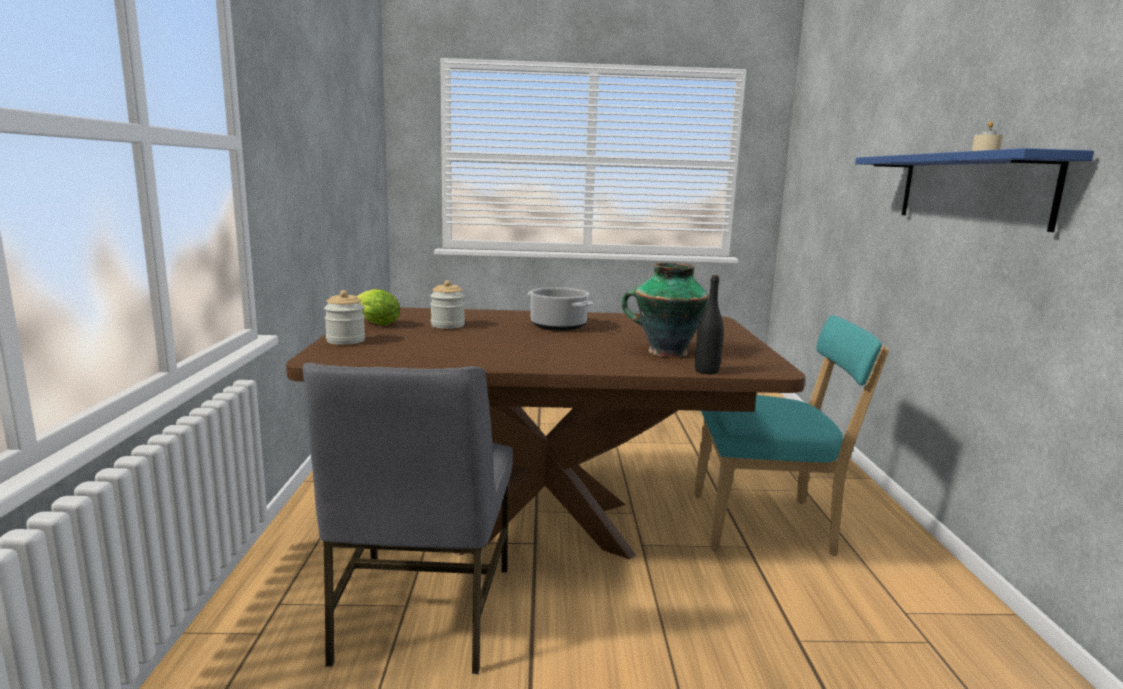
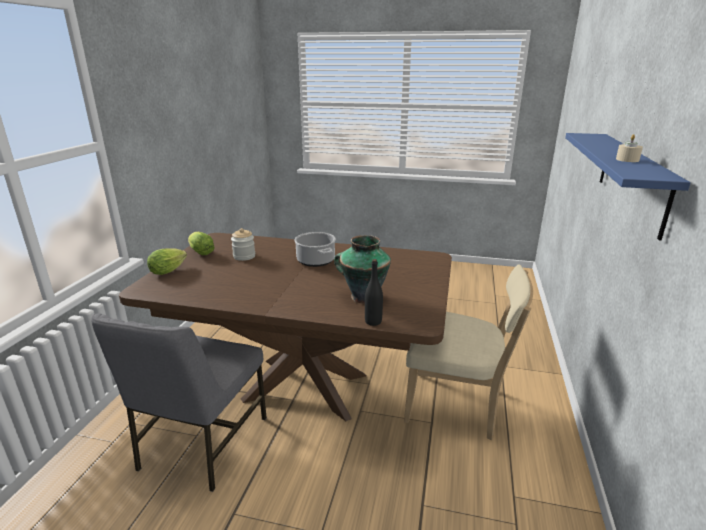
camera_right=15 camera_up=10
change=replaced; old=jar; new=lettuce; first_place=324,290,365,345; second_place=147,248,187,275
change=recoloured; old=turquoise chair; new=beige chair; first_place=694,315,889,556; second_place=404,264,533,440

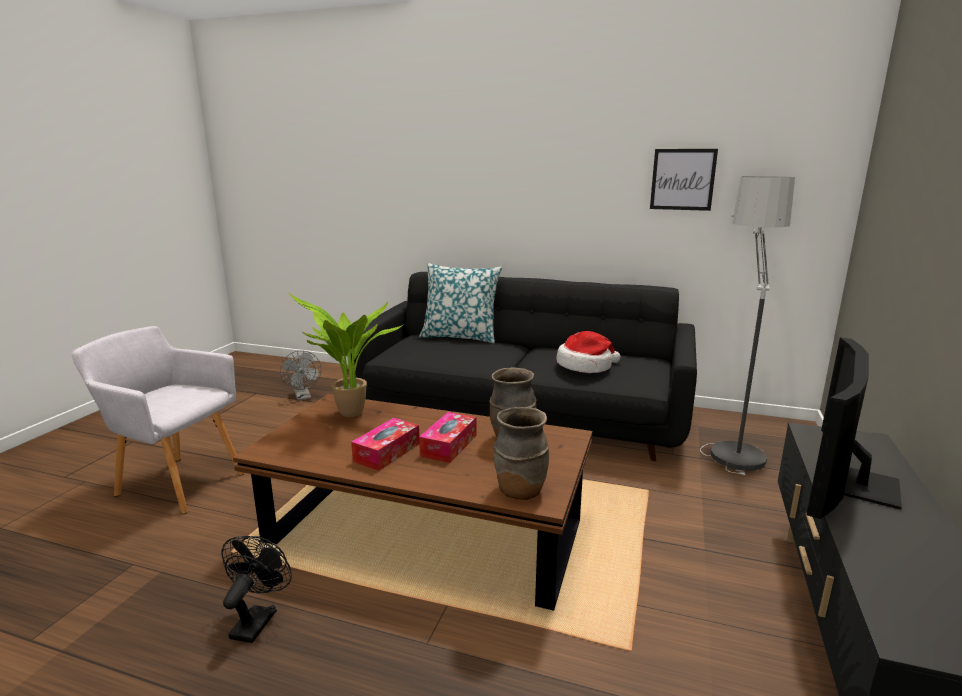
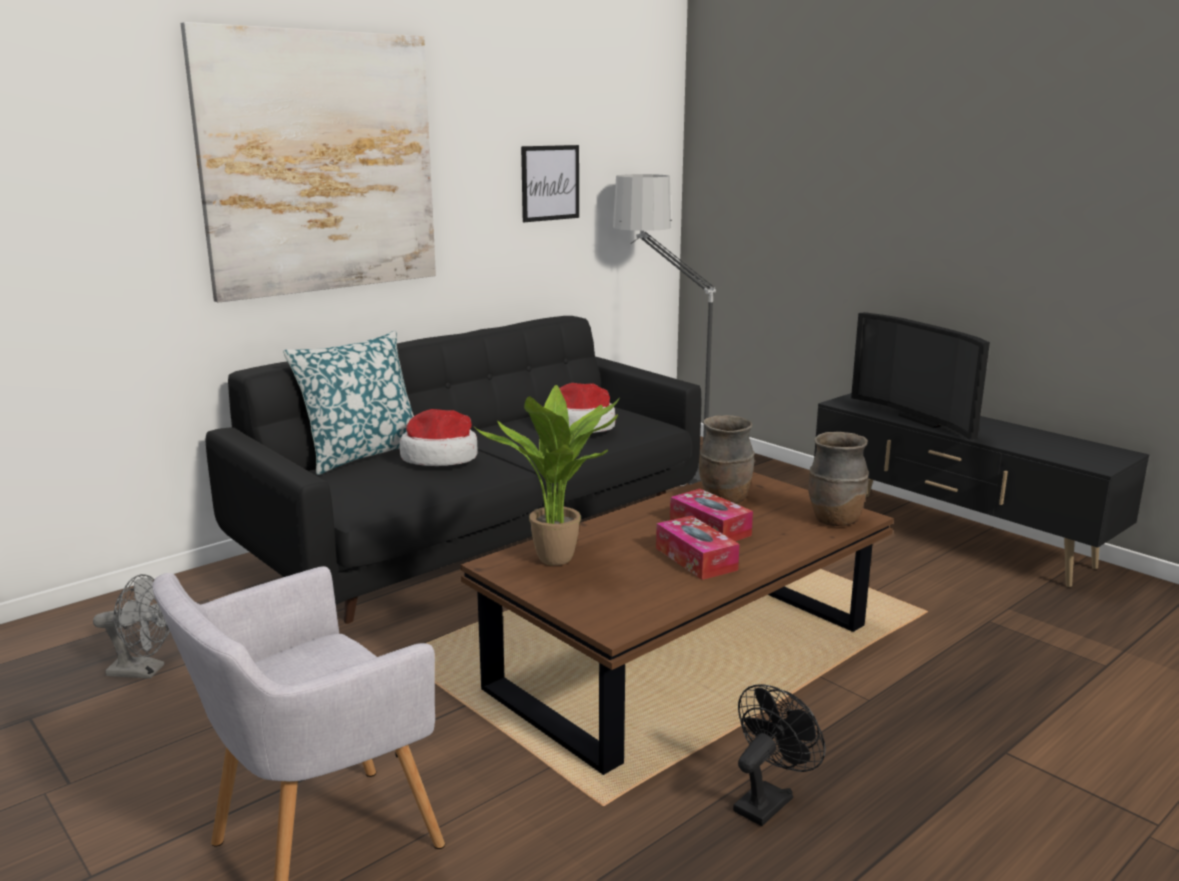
camera_right=-60 camera_up=0
change=turned; old=black fan; first_place=221,536,292,643; second_place=733,684,826,826; degrees=90
change=added; new=picture; second_place=180,22,436,303
change=added; new=hat; second_place=399,409,478,466

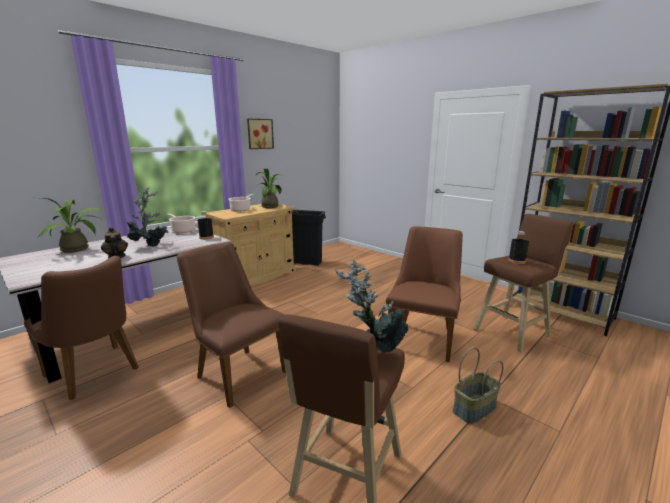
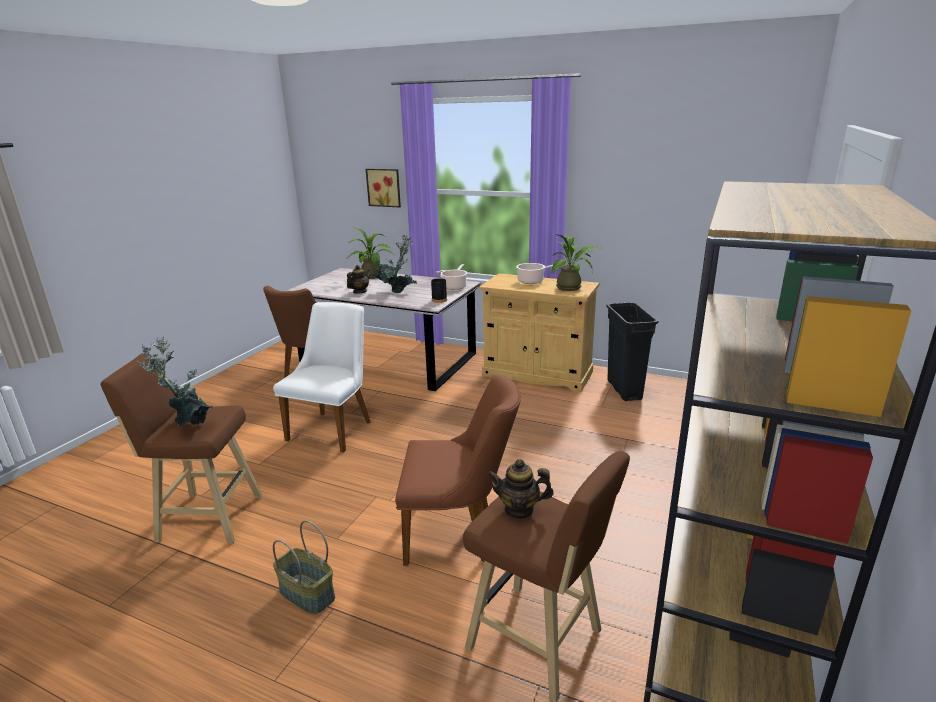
camera_right=70 camera_up=5
change=moved; old=picture; first_place=247,119,274,149; second_place=366,169,401,207
change=replaced; old=black bottle; new=teapot; first_place=508,231,529,264; second_place=487,459,554,519
change=recoloured; old=brown chair; new=white chair; first_place=177,242,286,408; second_place=273,302,371,452

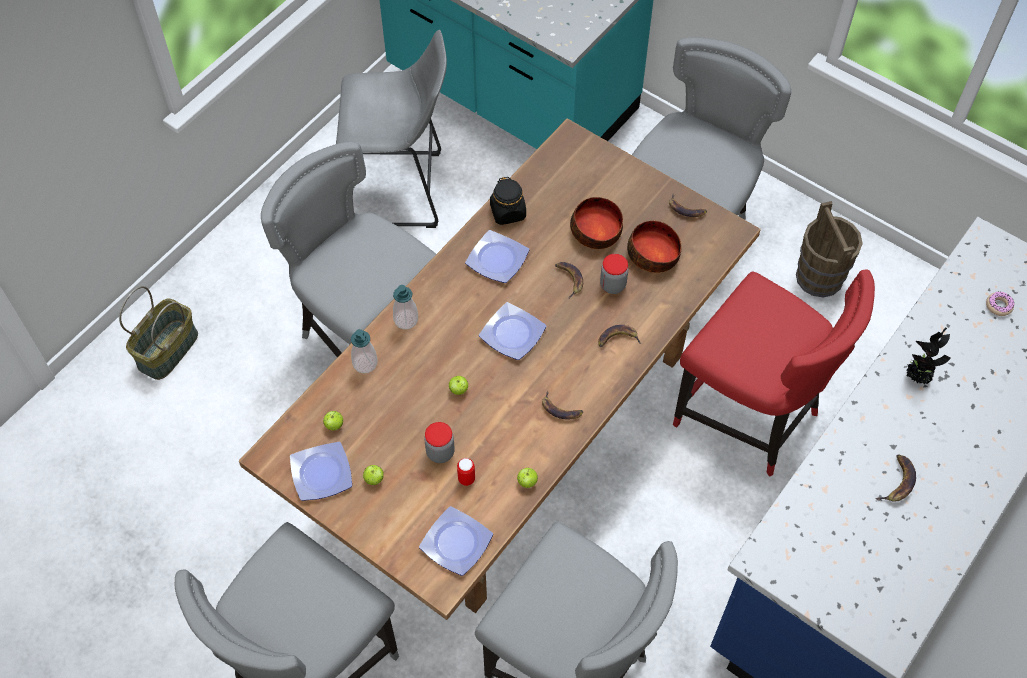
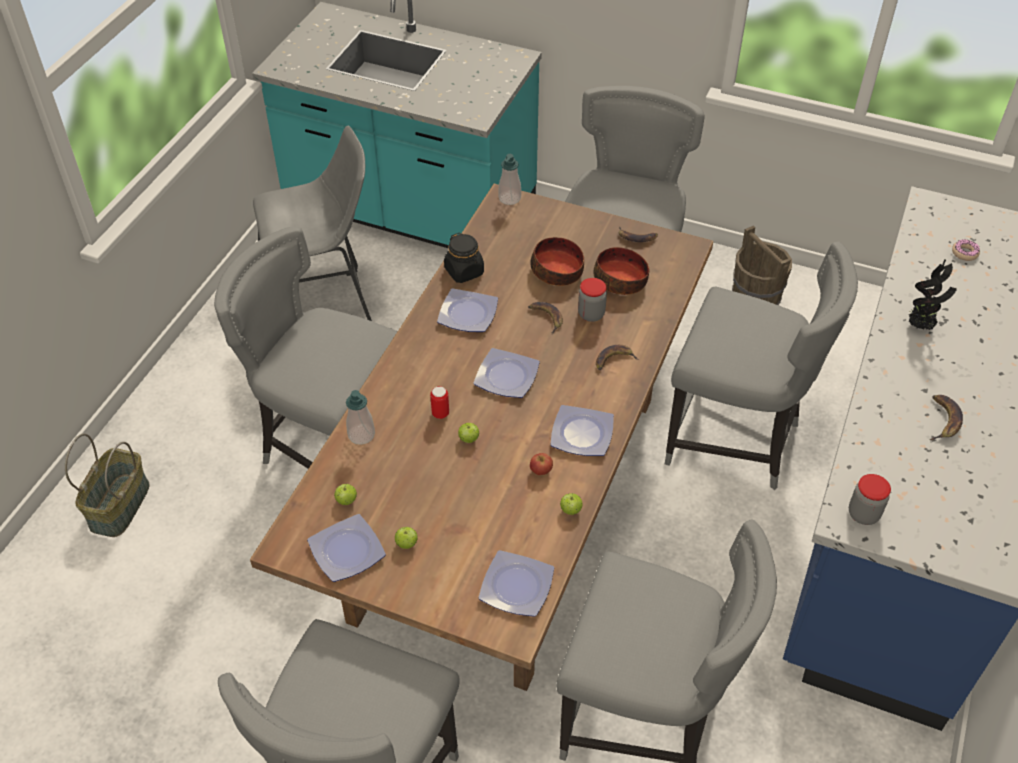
camera_right=-15 camera_up=-10
change=recoloured; old=red chair; new=grey chair; first_place=673,269,875,477; second_place=665,242,858,490
change=moved; old=soap dispenser; first_place=393,285,418,329; second_place=498,154,521,205
change=replaced; old=banana; new=plate; first_place=542,390,583,419; second_place=551,405,614,456
change=moved; old=jar; first_place=424,422,455,463; second_place=849,474,891,525
change=moved; old=can; first_place=457,458,475,486; second_place=430,386,449,419
change=added; new=apple; second_place=530,453,553,475

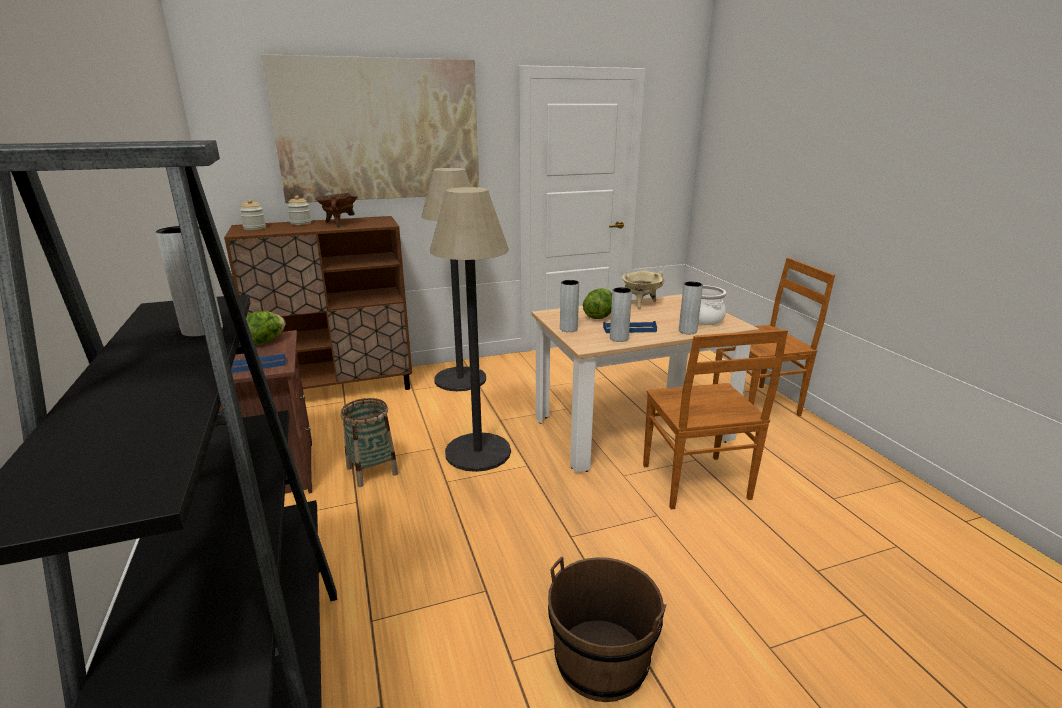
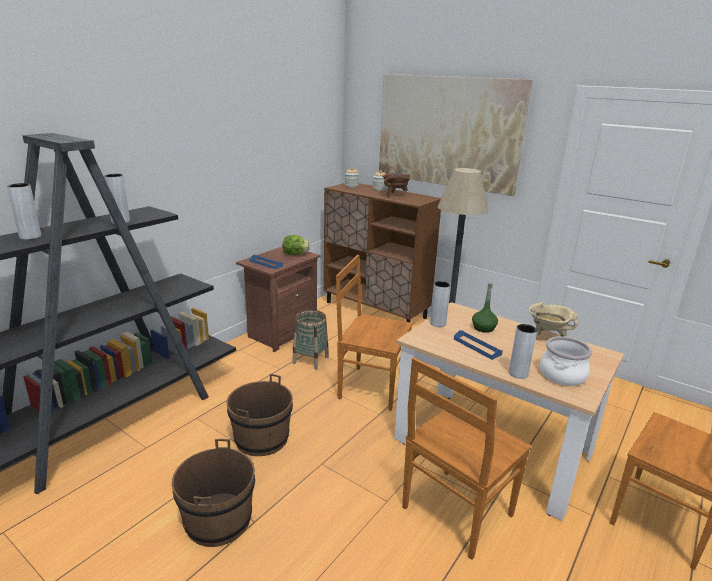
camera_right=55 camera_up=0
change=replaced; old=floor lamp; new=brown chair; first_place=430,187,511,472; second_place=336,255,413,411
change=moved; old=grey vase; first_place=610,287,632,342; second_place=7,183,41,240
change=replaced; old=lettuce; new=green bottle; first_place=583,288,612,319; second_place=472,283,498,333
change=added; new=brown bucket; second_place=226,374,293,456

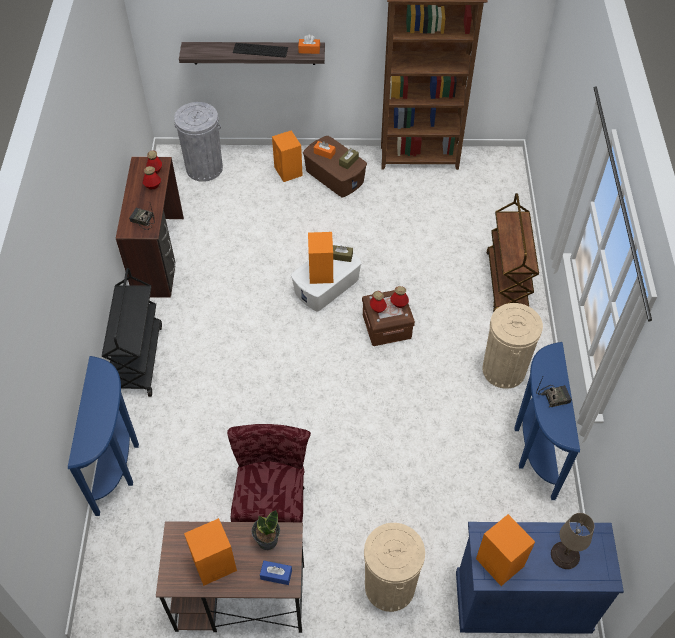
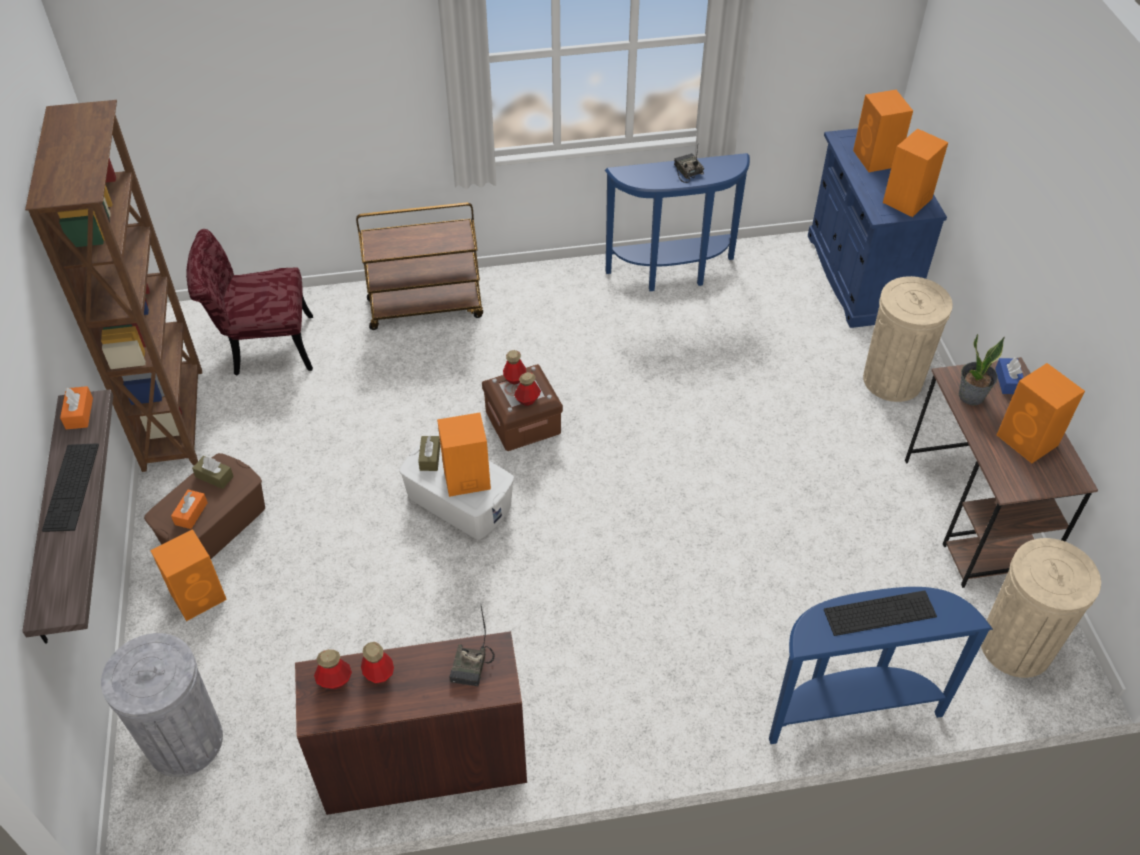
camera_right=-100 camera_up=-5
change=removed; old=black cart; first_place=102,268,162,397
change=moved; old=beige trash can; first_place=483,303,543,389; second_place=981,538,1101,678
change=moved; old=red chair; first_place=227,424,311,545; second_place=186,229,313,376
change=replaced; old=beige table lamp; new=orange speaker; first_place=551,513,594,569; second_place=853,90,913,172
change=added; new=keyboard; second_place=824,590,937,636

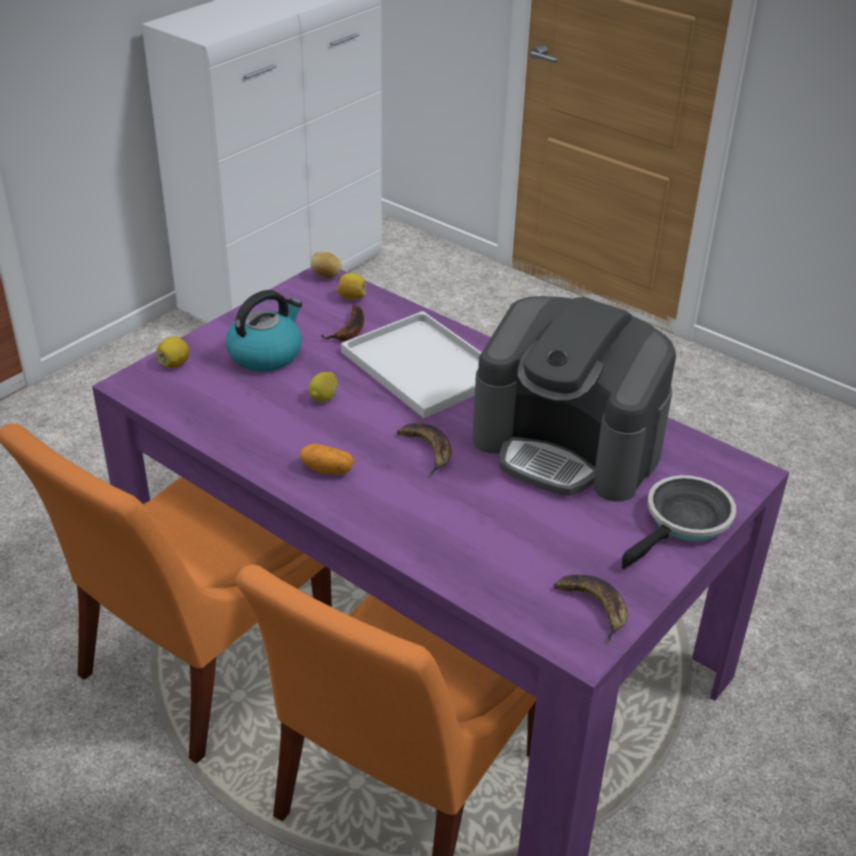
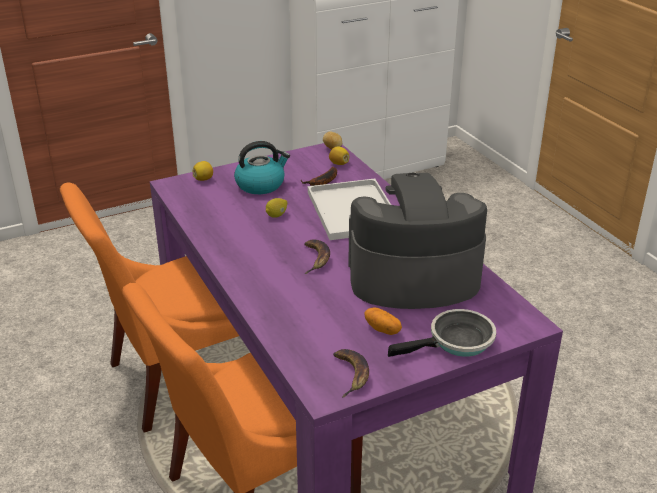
camera_right=25 camera_up=-5
change=turned; old=coffee machine; first_place=472,296,676,502; second_place=348,173,487,309; degrees=120
change=moved; old=potato; first_place=299,444,355,475; second_place=364,307,402,335

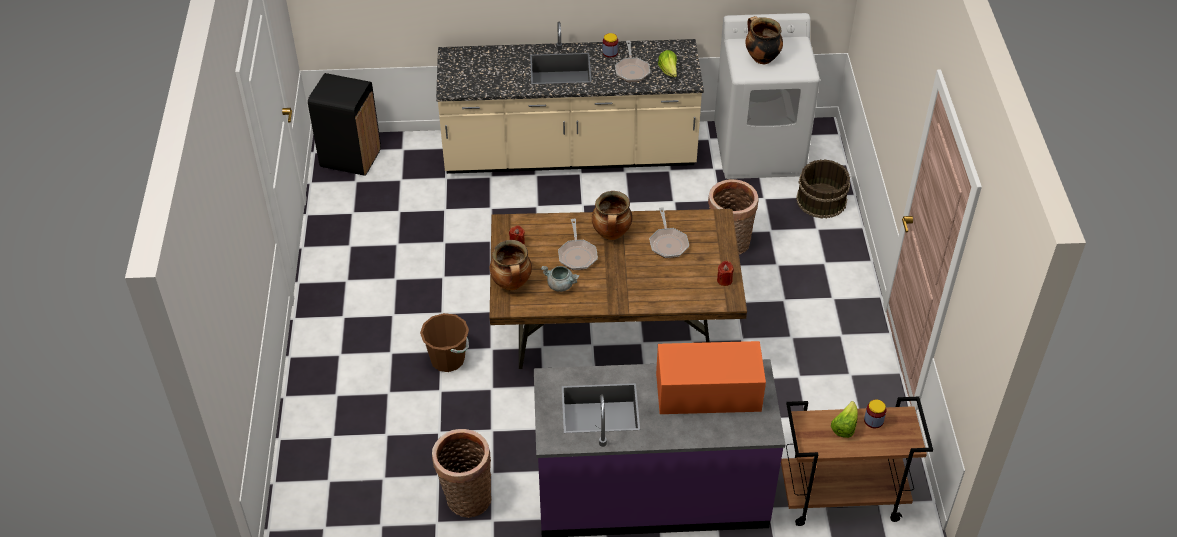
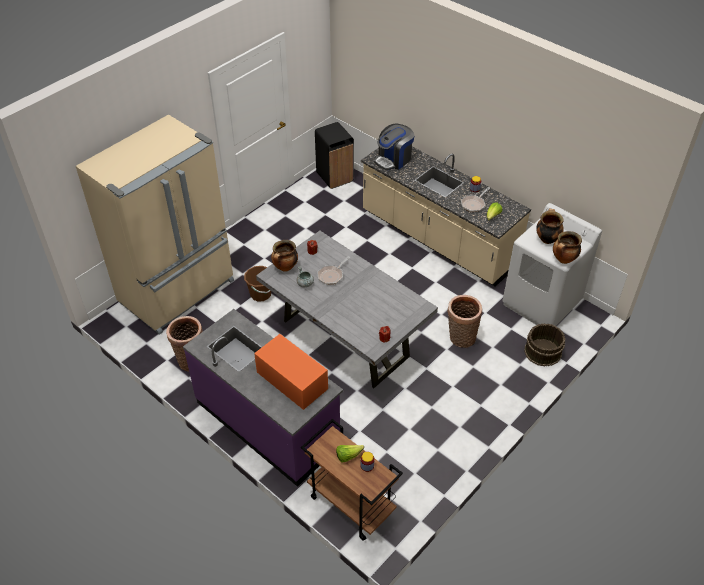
camera_right=45 camera_up=0
change=moved; old=cooking pot; first_place=592,191,632,240; second_place=553,231,582,264
change=removed; old=frying pan; first_place=649,207,689,258
change=recoloured; old=brown dining table; new=grey dining table; first_place=490,209,747,369; second_place=256,231,438,388
change=added; new=beige fridge; second_place=76,114,234,335
change=added; new=coffee machine; second_place=374,124,414,170

